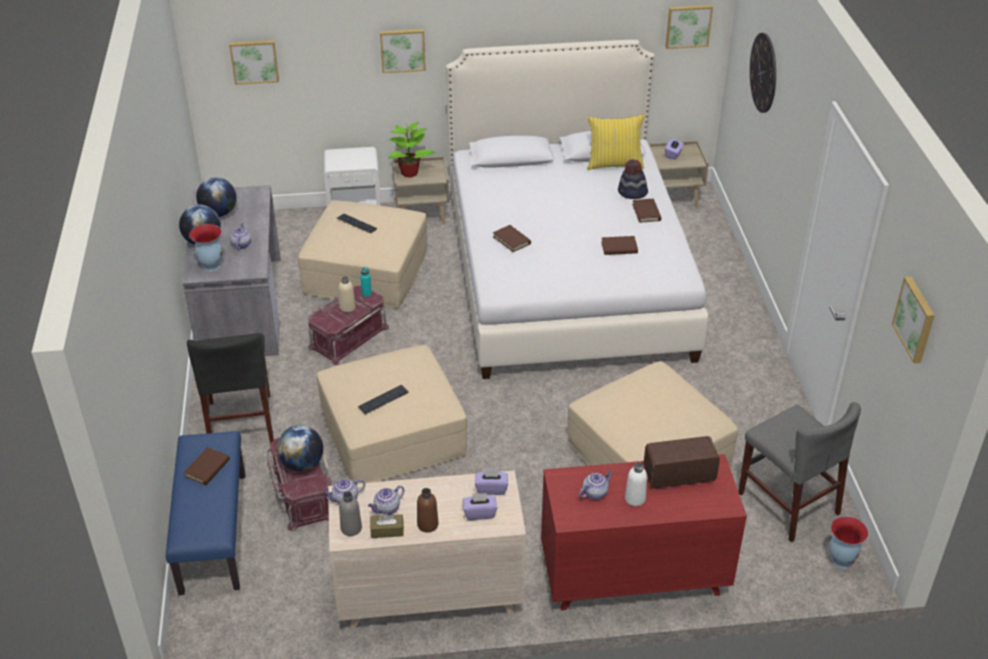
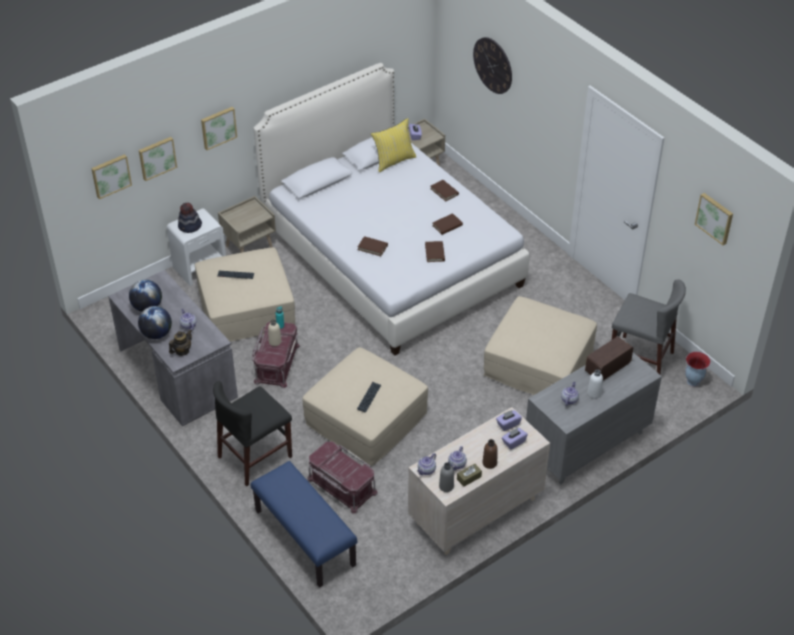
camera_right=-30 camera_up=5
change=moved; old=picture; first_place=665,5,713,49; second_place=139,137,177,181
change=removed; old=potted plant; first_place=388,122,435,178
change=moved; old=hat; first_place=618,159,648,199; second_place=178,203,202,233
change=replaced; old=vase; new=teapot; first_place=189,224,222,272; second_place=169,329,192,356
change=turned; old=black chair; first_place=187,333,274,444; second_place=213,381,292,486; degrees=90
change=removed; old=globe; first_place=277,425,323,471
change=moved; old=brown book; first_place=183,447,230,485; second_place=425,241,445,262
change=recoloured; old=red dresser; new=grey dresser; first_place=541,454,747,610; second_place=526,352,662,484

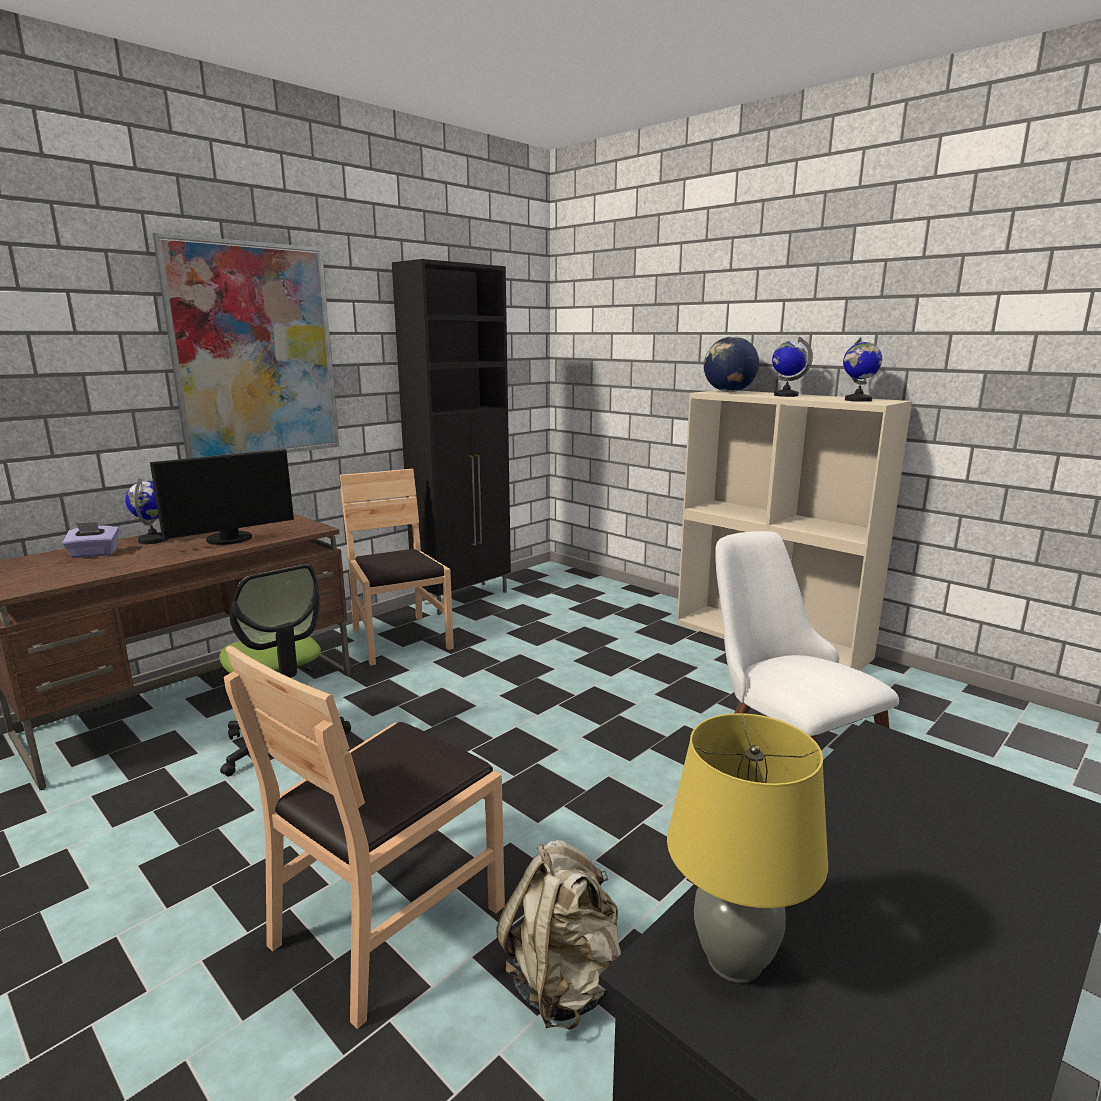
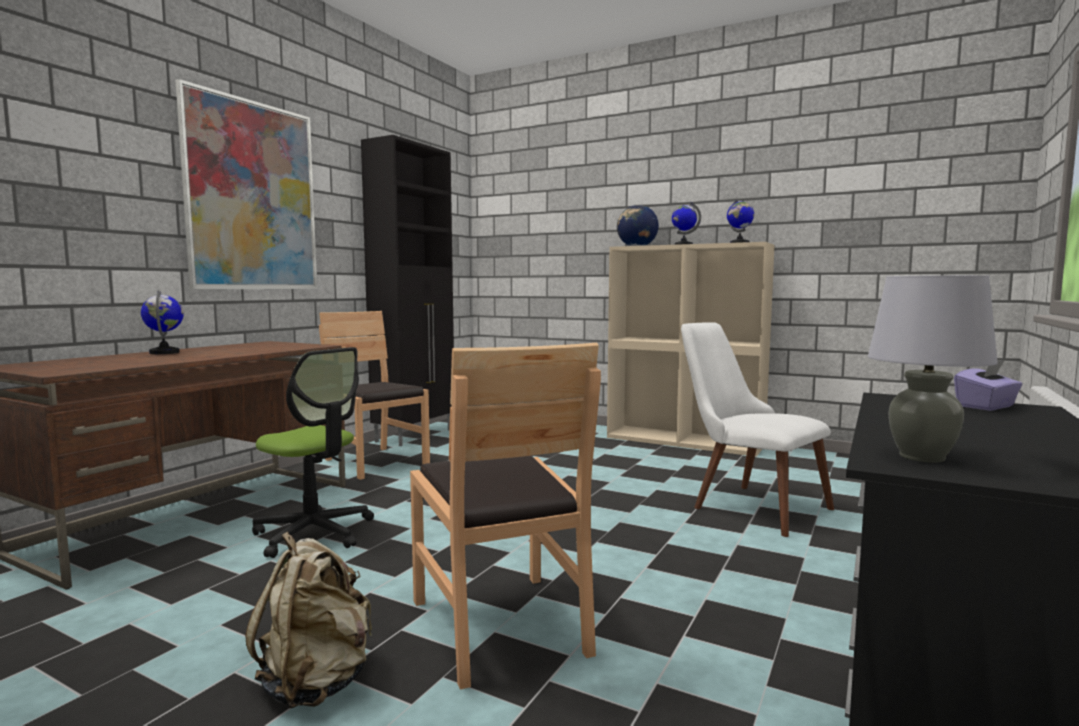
camera_right=-15 camera_up=-10
change=removed; old=monitor; first_place=150,449,294,545
change=moved; old=purple tissue box; first_place=62,522,119,558; second_place=954,360,1023,411
change=turned; old=brown chair; first_place=224,645,505,1029; second_place=410,343,601,690; degrees=-45
change=recoloured; old=yellow table lamp; new=grey table lamp; first_place=667,713,828,983; second_place=868,275,998,463
change=moved; old=beige backpack; first_place=497,840,621,1030; second_place=245,532,372,708

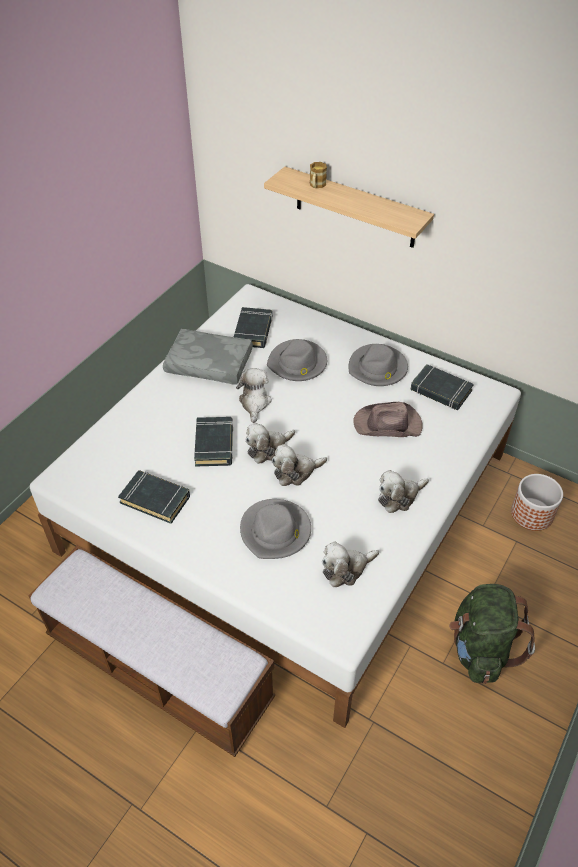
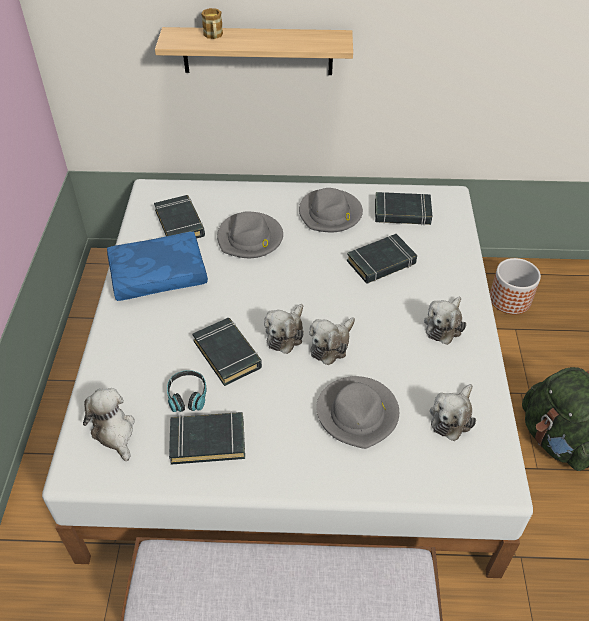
camera_right=-30 camera_up=0
change=recoloured; old=grey pillow; new=blue pillow; first_place=163,329,253,385; second_place=107,232,208,301
change=moved; old=plush toy; first_place=236,368,272,423; second_place=83,388,135,461
change=replaced; old=brown hat; new=black book; first_place=353,402,423,437; second_place=347,234,417,284
change=added; new=headphones; second_place=167,370,207,412

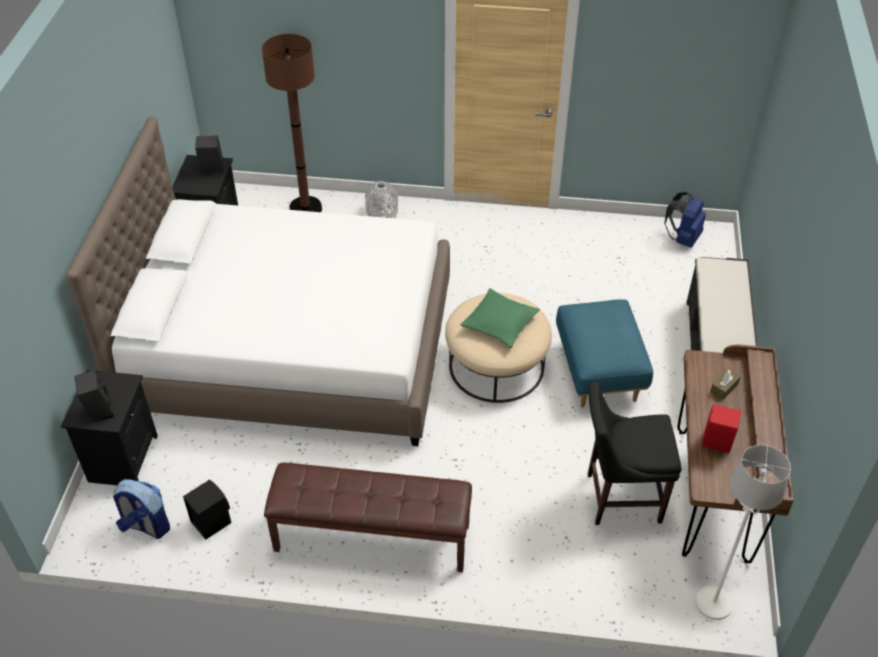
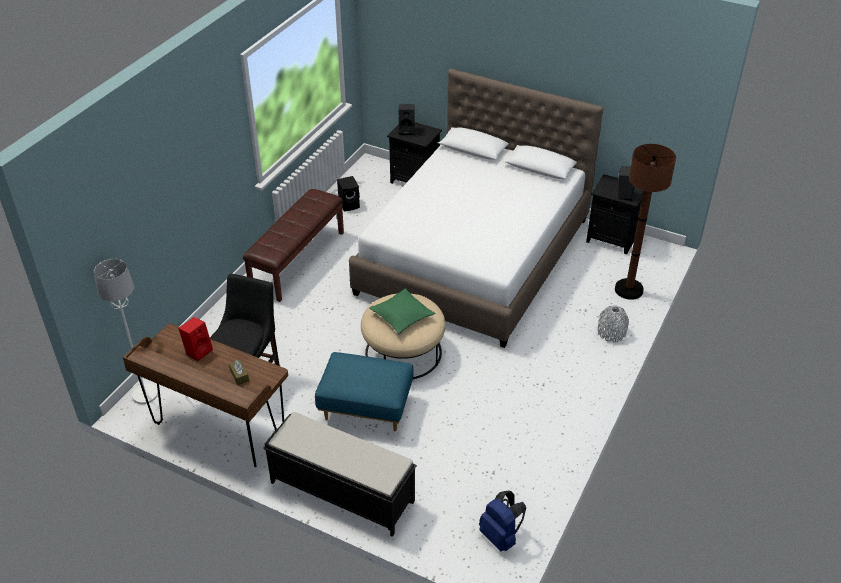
camera_right=110 camera_up=-5
change=removed; old=backpack; first_place=113,479,170,539

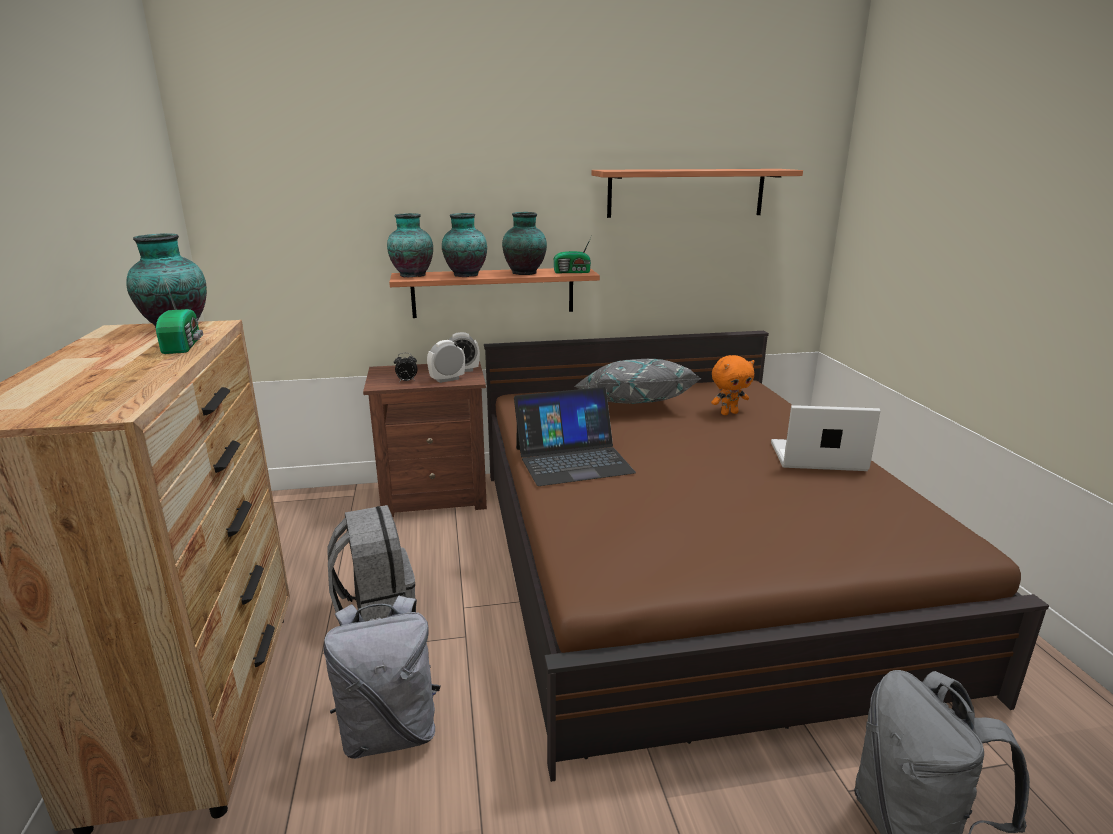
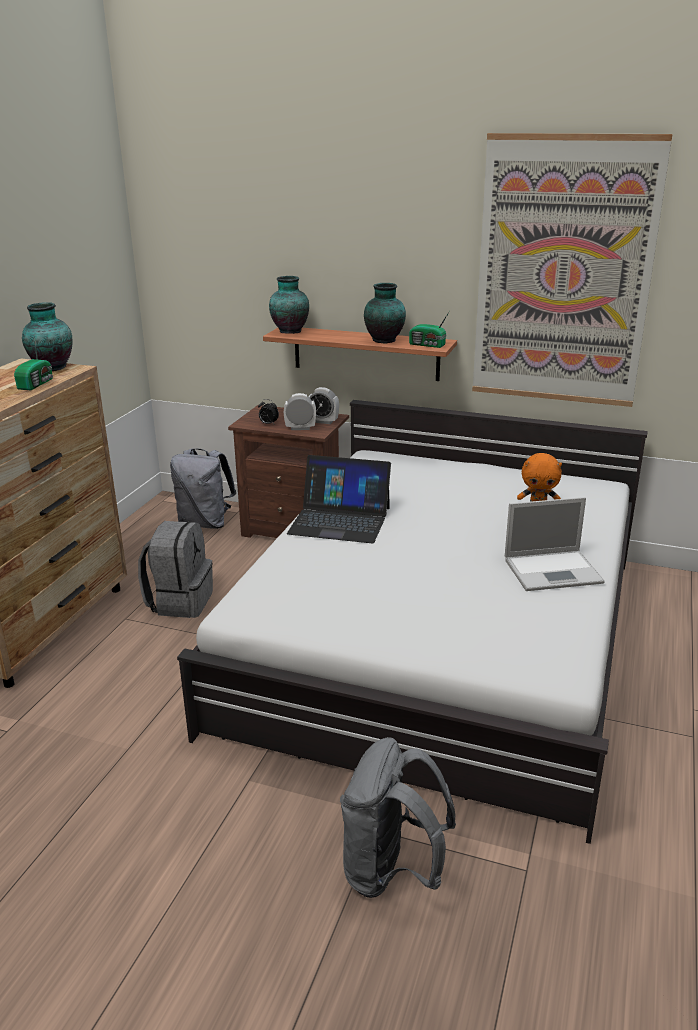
camera_right=30 camera_up=5
change=replaced; old=shelf; new=picture; first_place=591,169,803,218; second_place=472,133,673,407
change=removed; old=vase; first_place=442,213,487,277
change=recoloured; old=brown bed; new=white bed; first_place=484,331,1049,782; second_place=177,400,648,844
change=removed; old=grey pillow; first_place=574,359,702,404
change=turned; old=laptop; first_place=771,405,880,471; second_place=505,497,605,591; degrees=135
change=moved; old=grey backpack; first_place=323,596,441,759; second_place=170,448,236,529

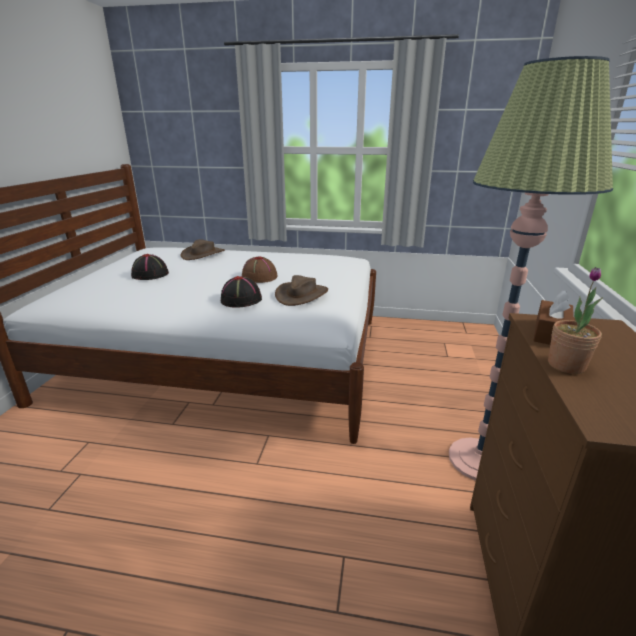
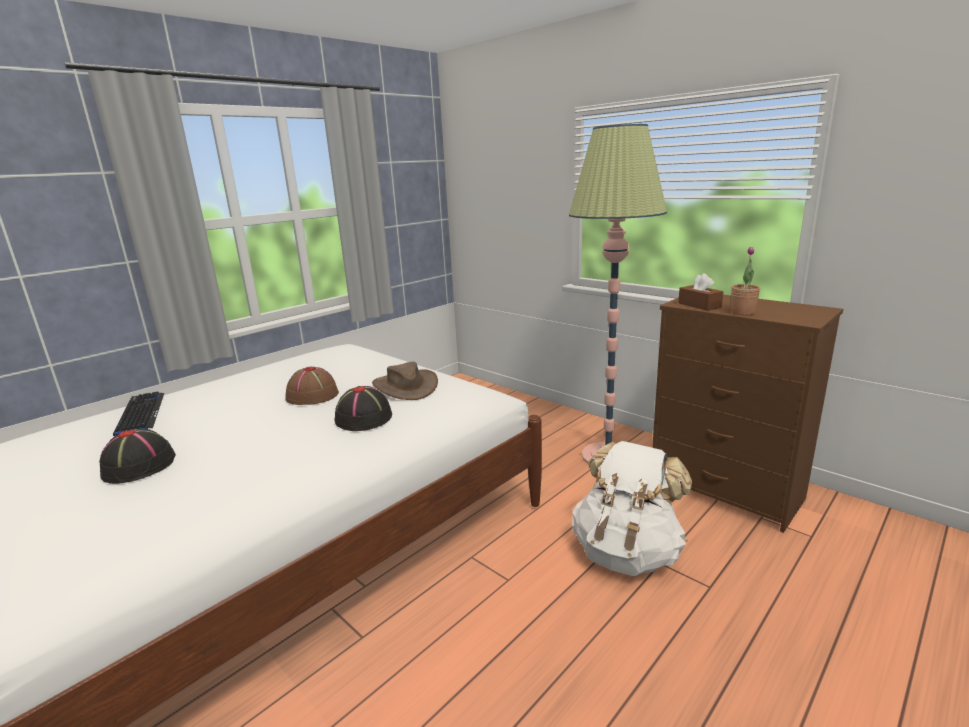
camera_right=-55 camera_up=-5
change=replaced; old=brown hat; new=keyboard; first_place=181,239,225,260; second_place=113,391,164,436
change=added; new=white backpack; second_place=572,441,692,576

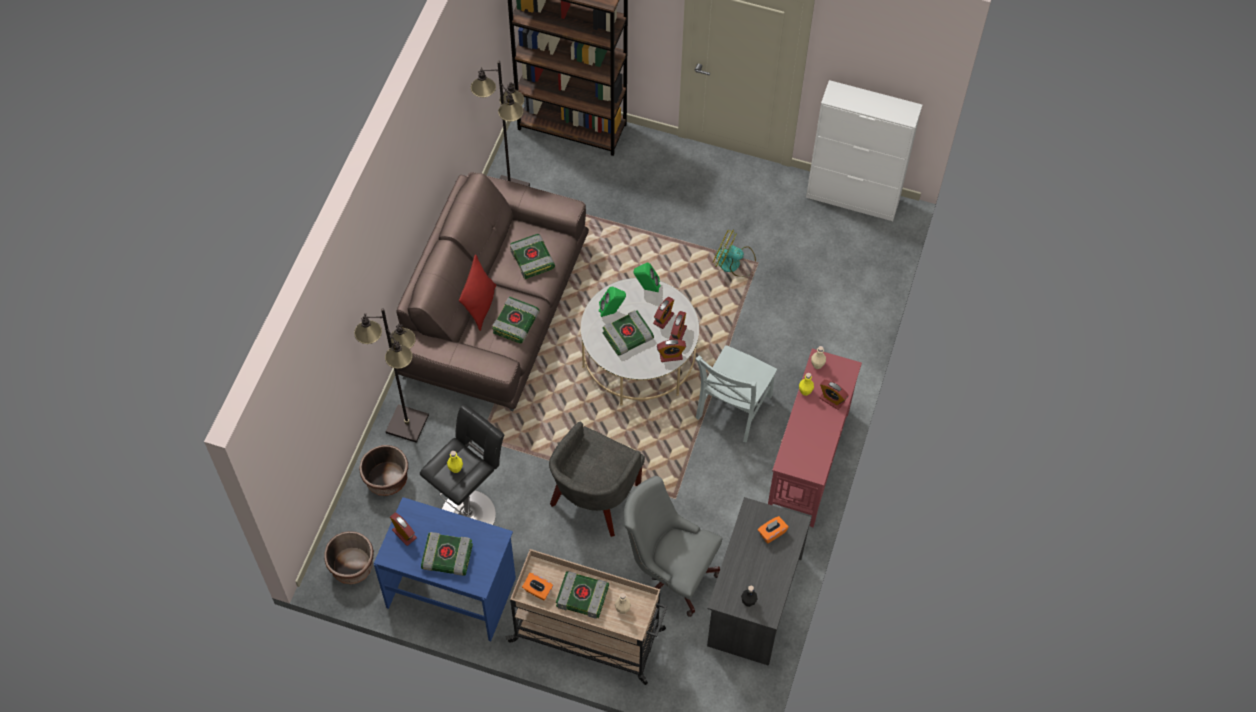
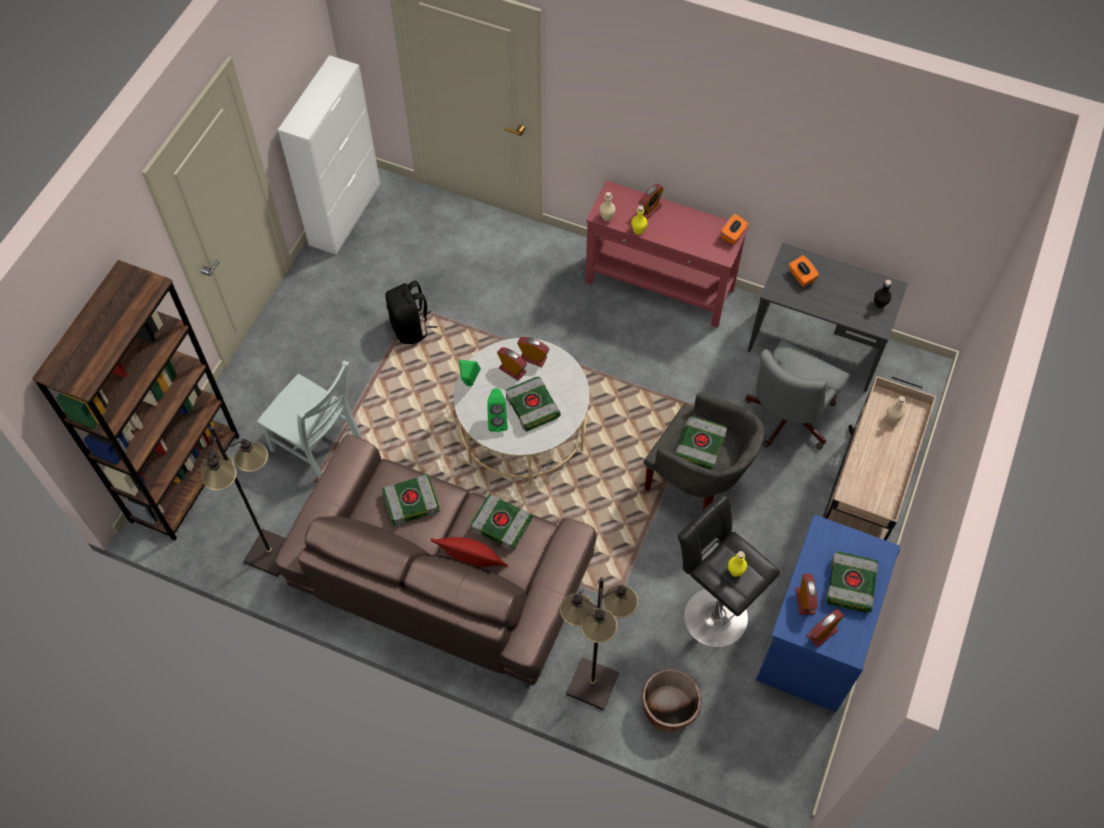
camera_right=-85 camera_up=0
change=replaced; old=fan; new=black backpack; first_place=712,229,756,276; second_place=385,281,437,344
change=moved; old=alarm clock; first_place=657,339,686,362; second_place=795,574,817,615
change=moved; old=grey chair; first_place=696,345,777,442; second_place=257,360,362,479
change=removed; old=brown planter; first_place=324,531,374,584
change=moved; old=book; first_place=556,571,609,619; second_place=675,416,727,470
change=moved; old=orange tissue box; first_place=522,573,553,600; second_place=721,214,748,244

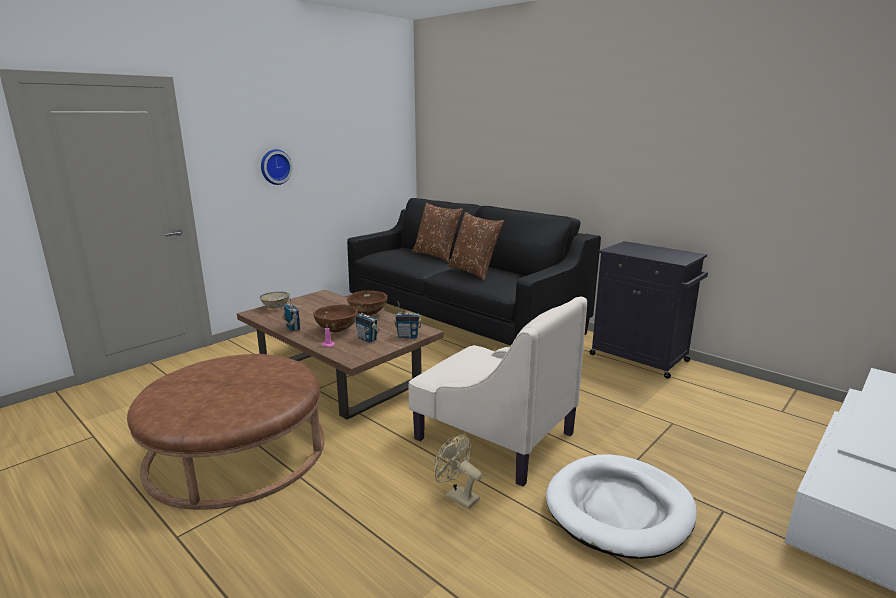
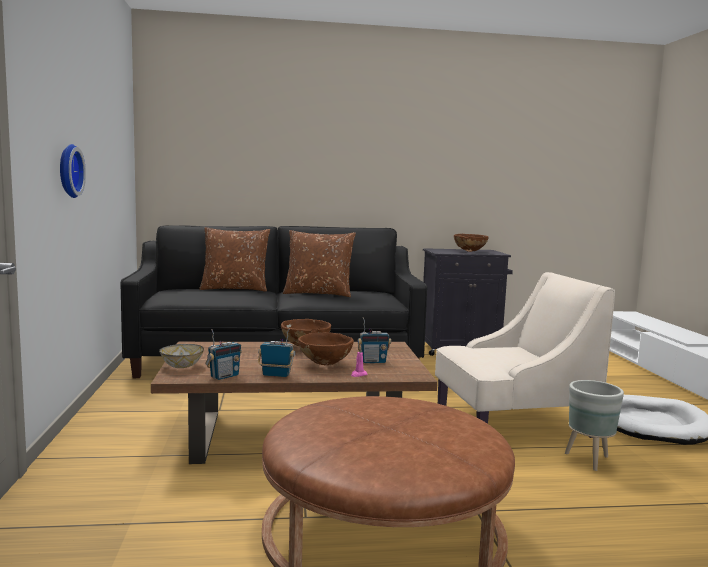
camera_right=-50 camera_up=-10
change=moved; old=radio; first_place=394,301,422,339; second_place=205,329,242,380
change=replaced; old=beige fan; new=grey planter; first_place=434,434,482,509; second_place=565,380,624,471
change=added; new=brown bowl; second_place=454,234,488,252

